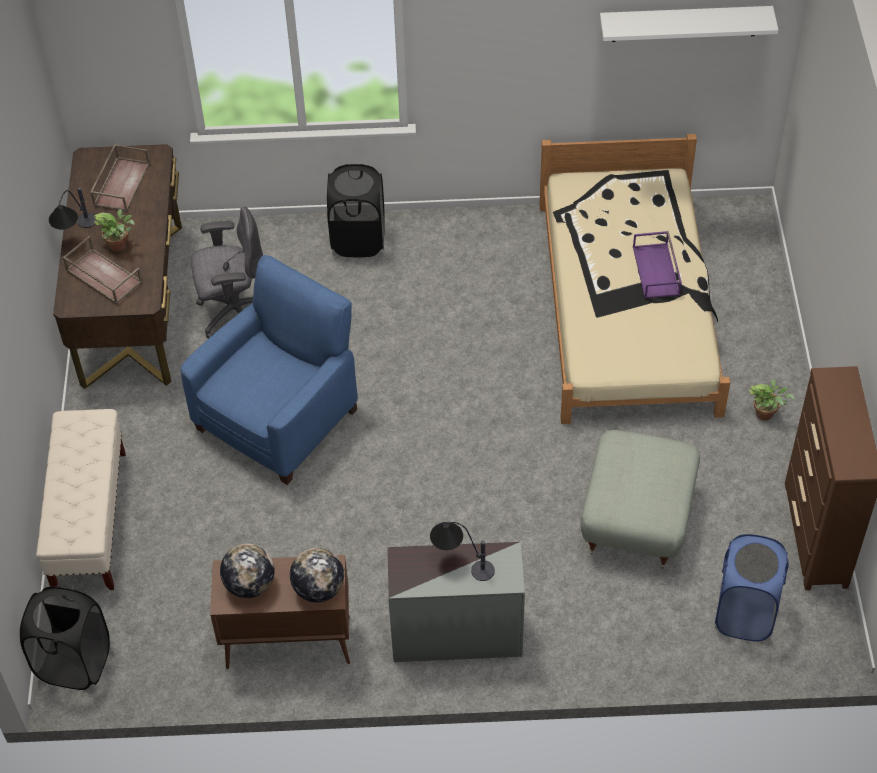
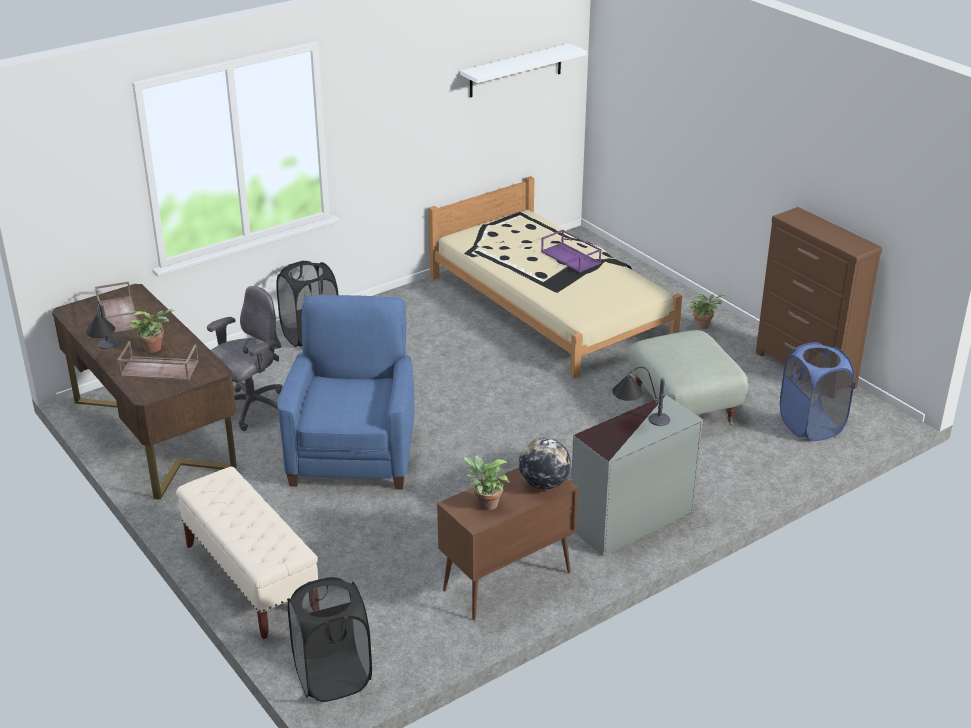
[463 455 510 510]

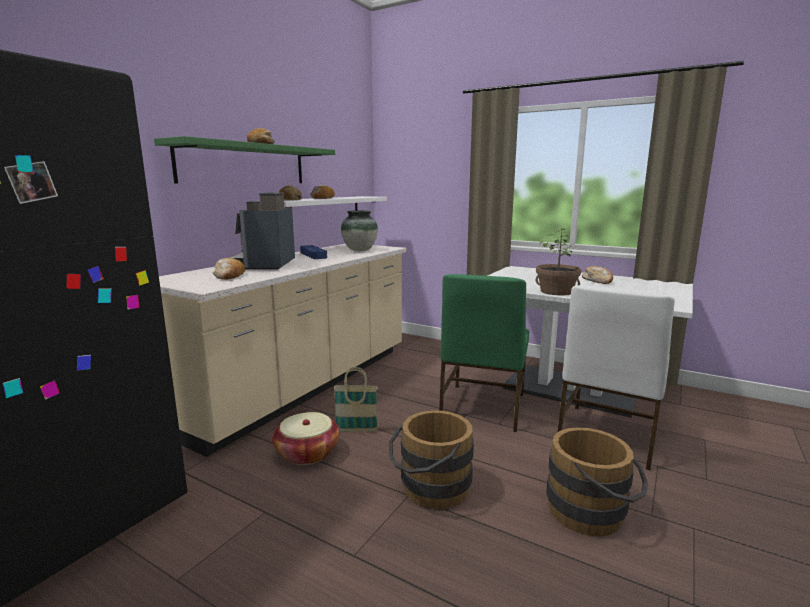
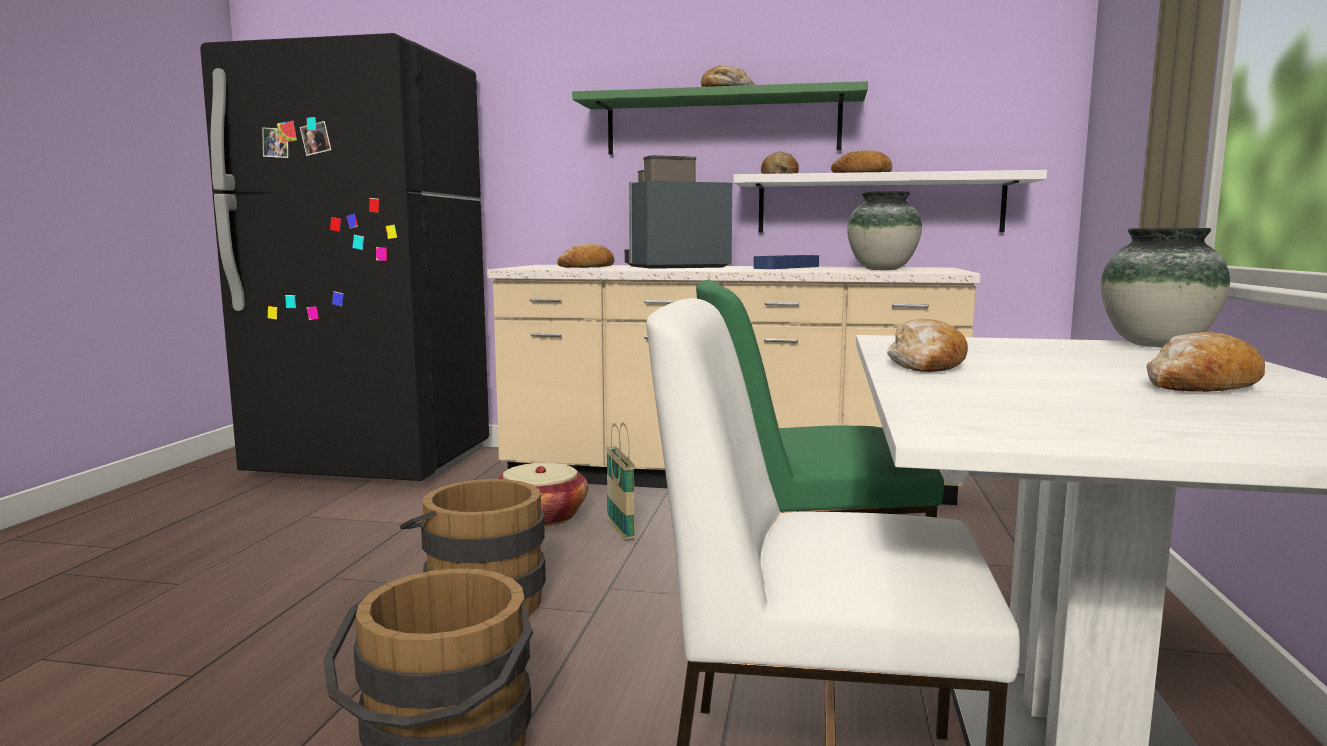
[887 319 968 372]
[1101 228 1230 347]

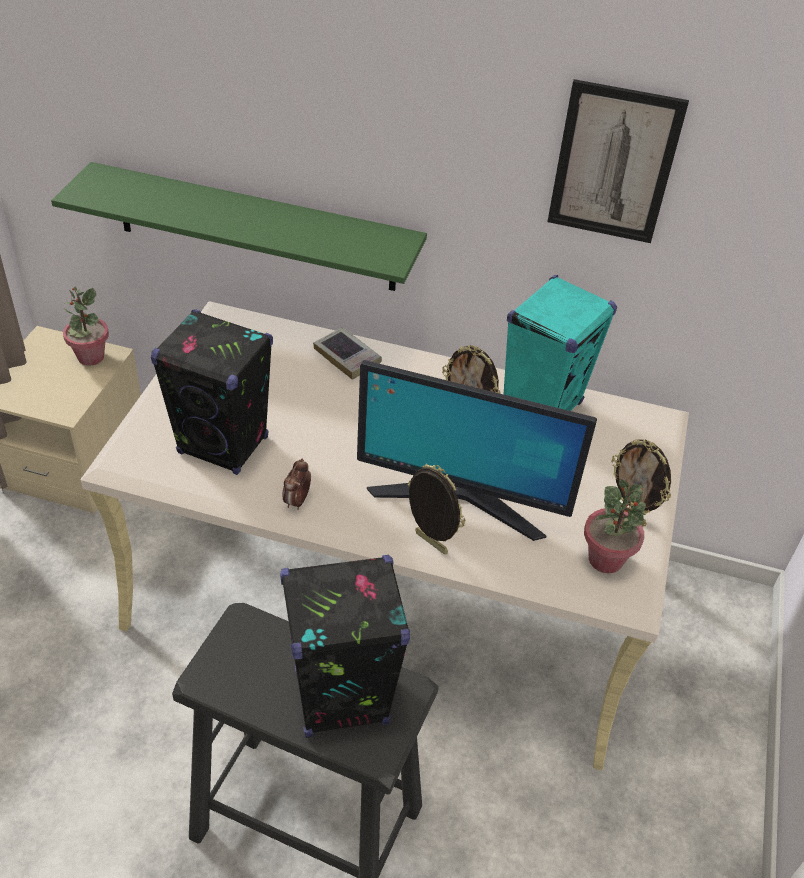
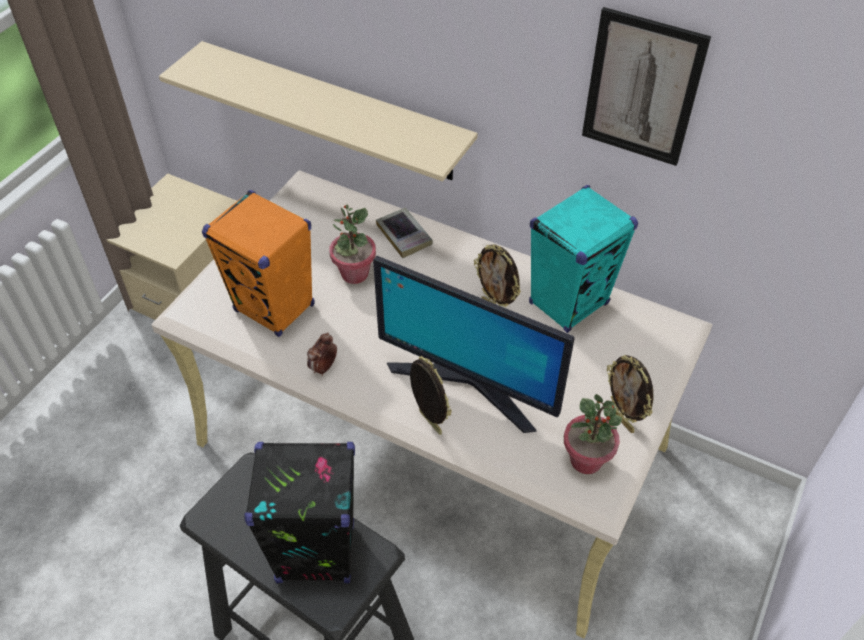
[159 41 478 181]
[329 204 376 284]
[202 190 315 337]

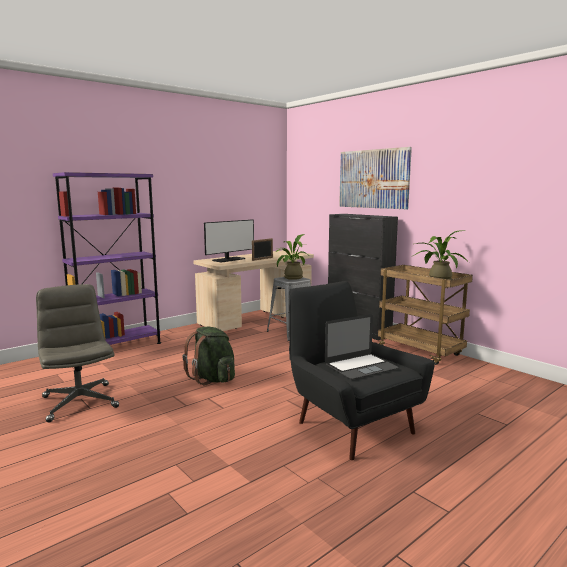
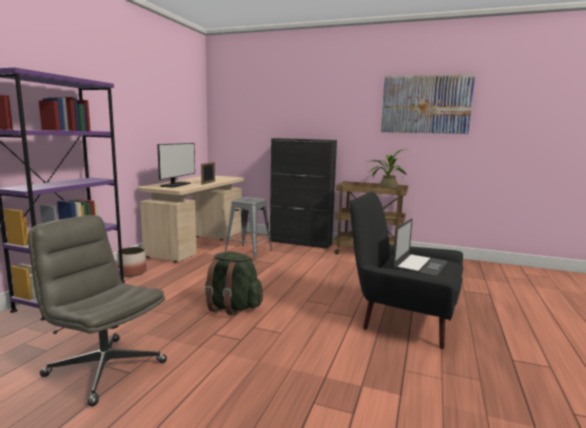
[381 74 475 134]
[275 234 308 280] (first image)
[117 247 146 277]

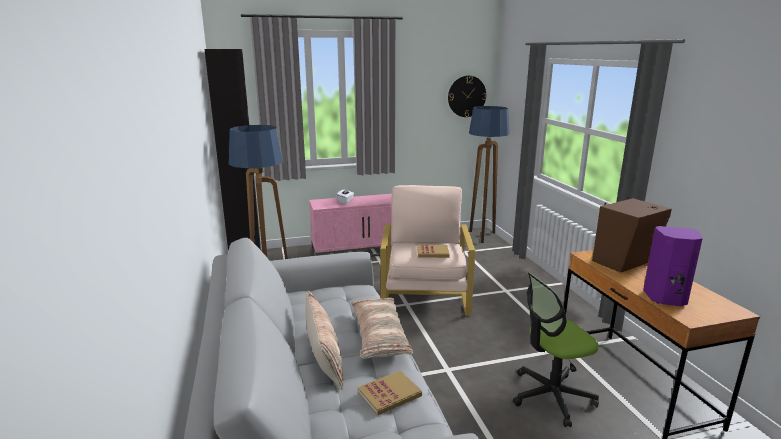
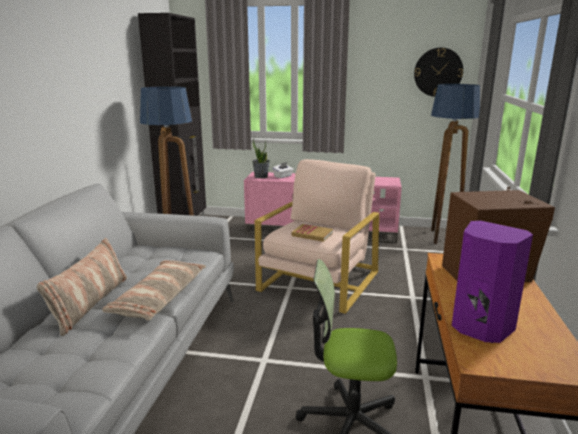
[358 371 422 416] (first image)
[252 139 270 178]

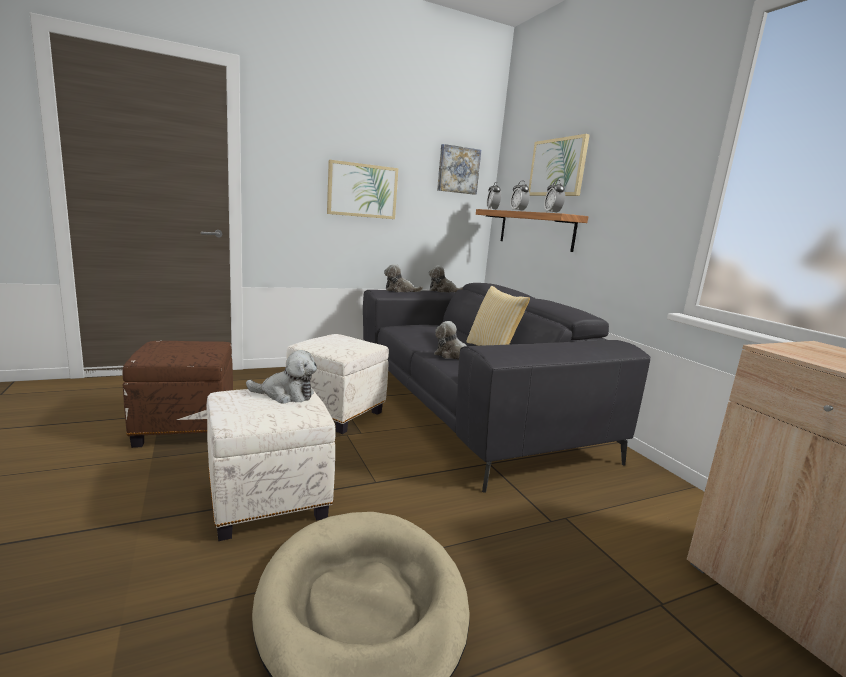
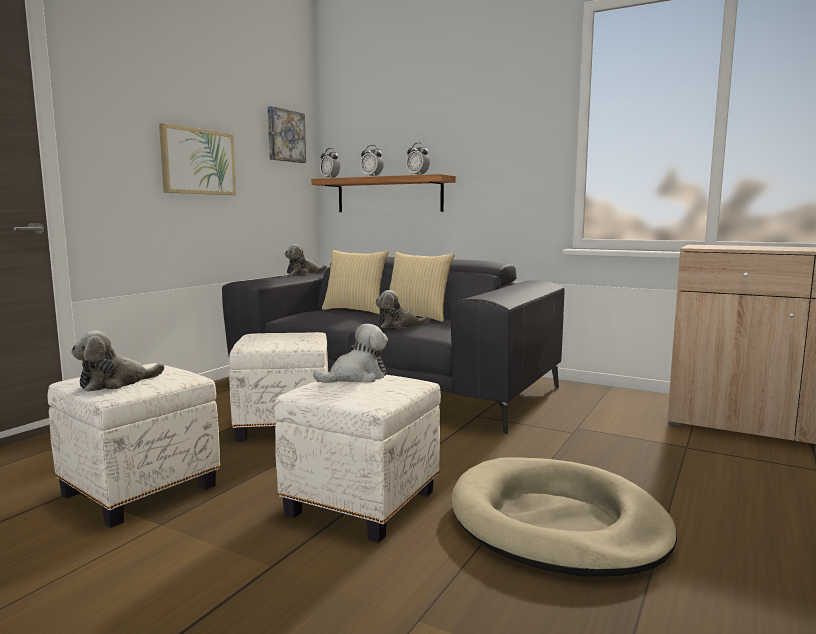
[529 134 590 196] (first image)
[71 330 165 392]
[48 363 220 528]
[322 250 389 314]

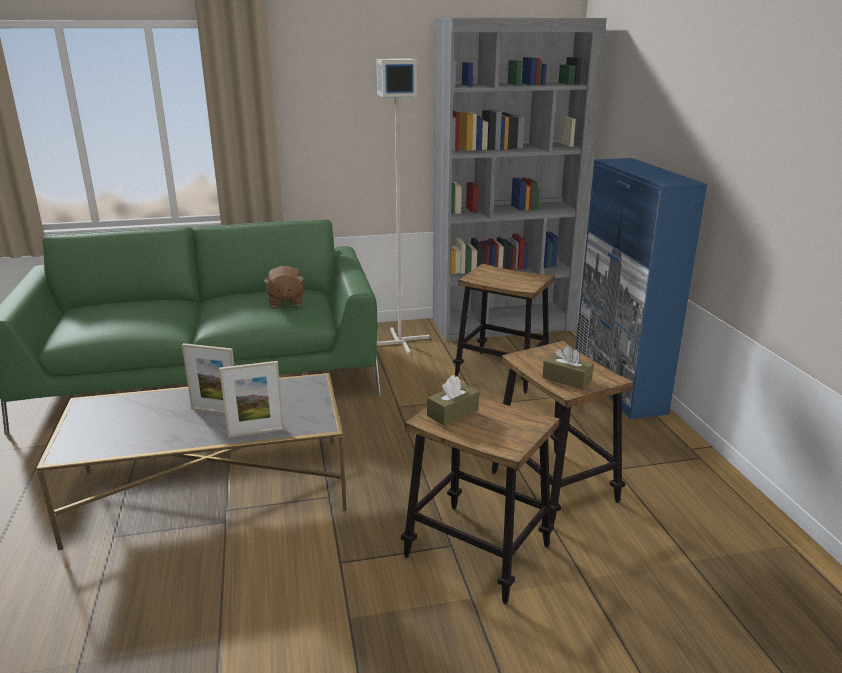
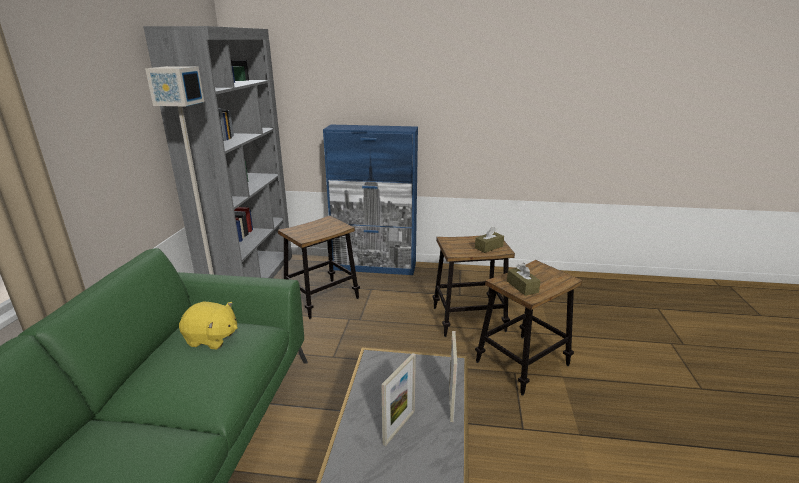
[179 302 238 350]

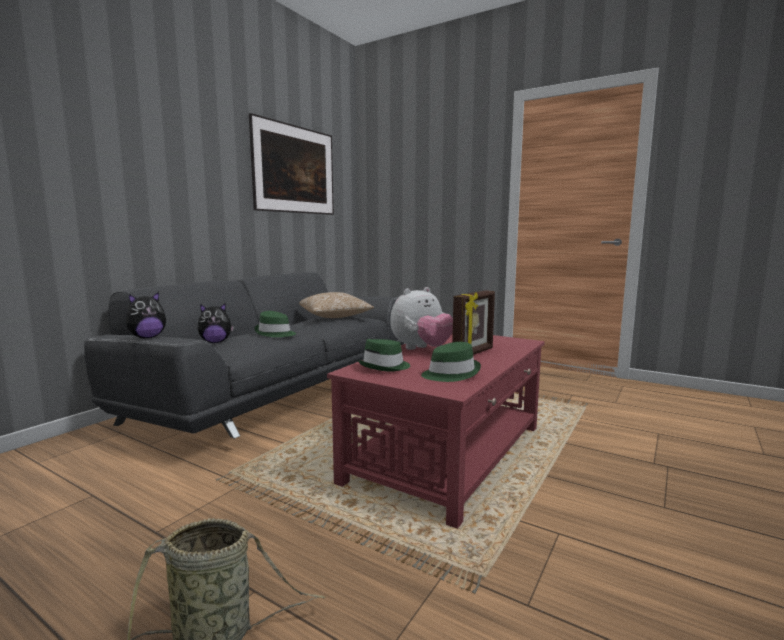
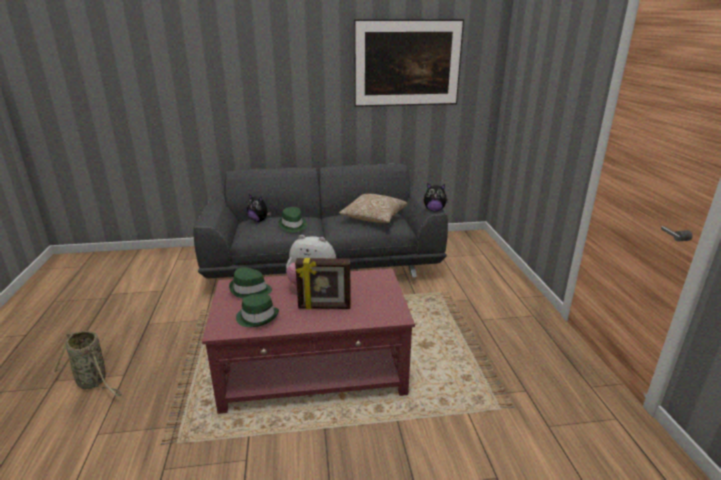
[424 184 448 211]

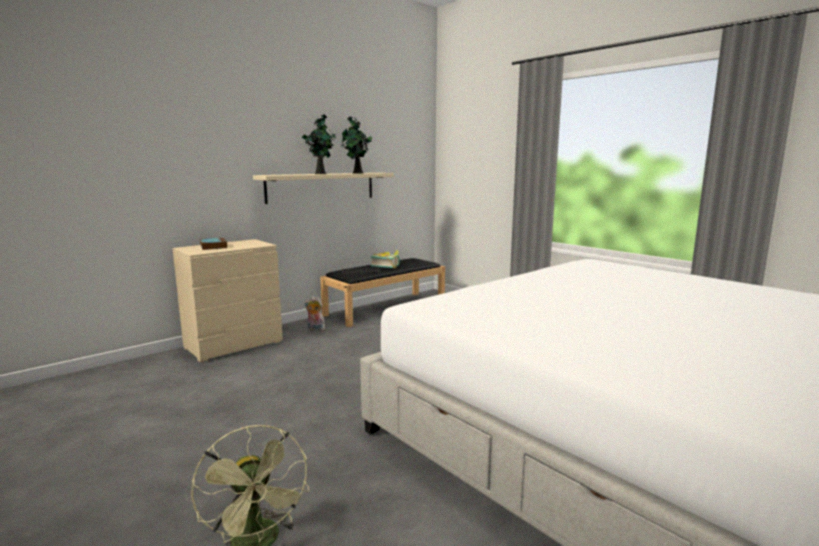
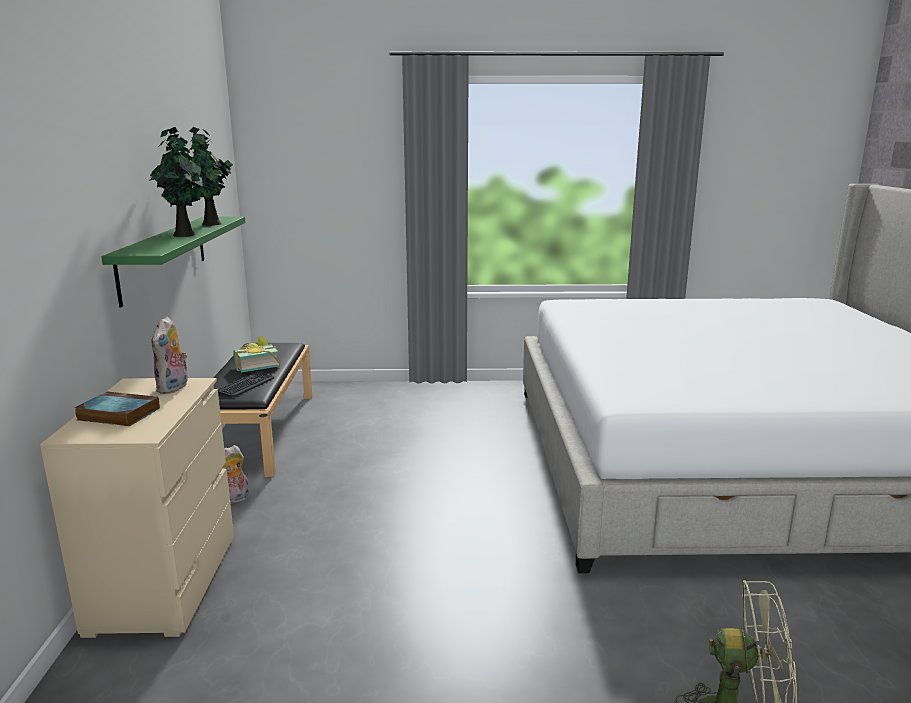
[102 217 246 307]
[151 316 188 394]

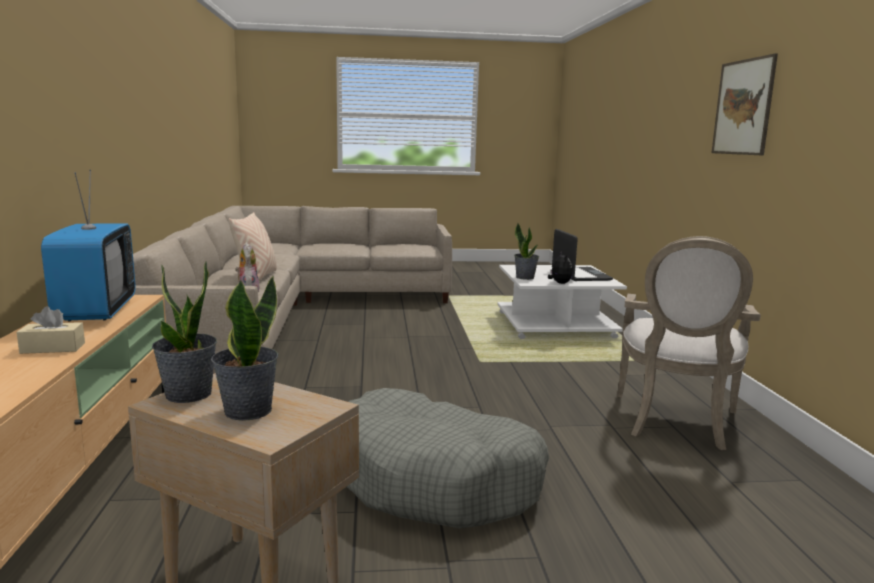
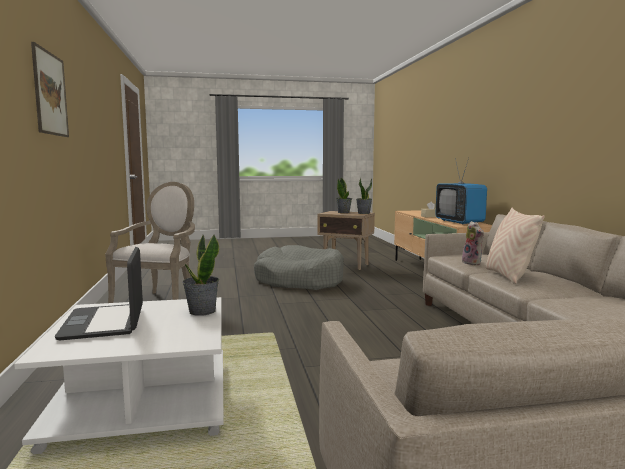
[548 252 573 284] (first image)

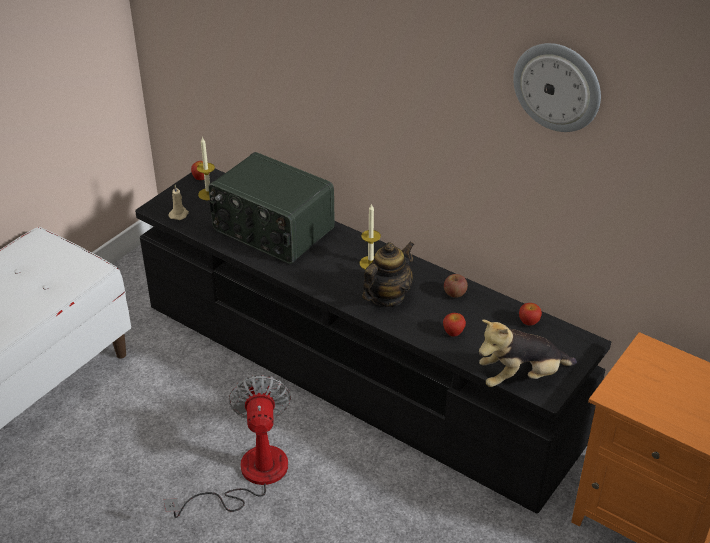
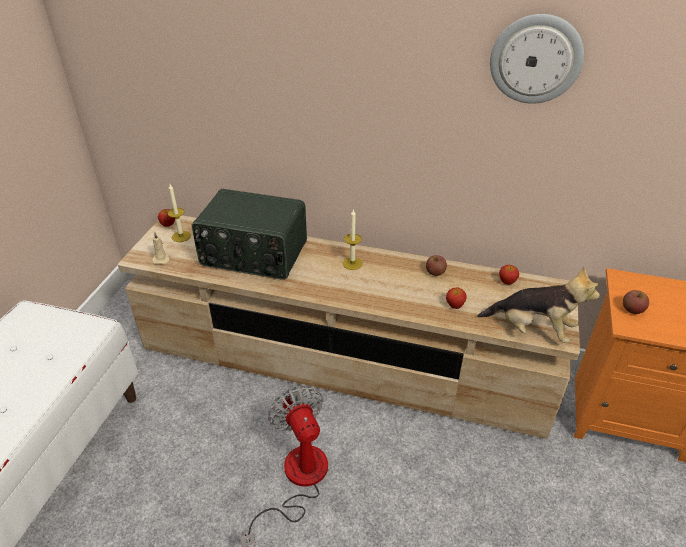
[118 215 580 439]
[362 242 415 307] (first image)
[477 266 600 343]
[623 290 649 314]

